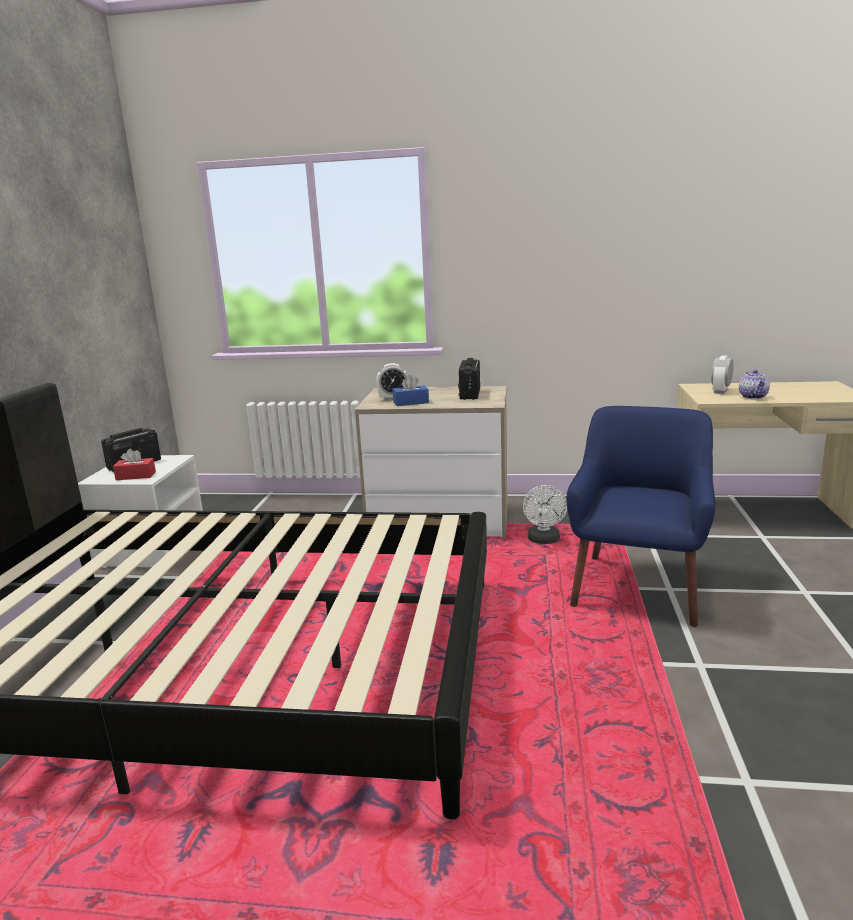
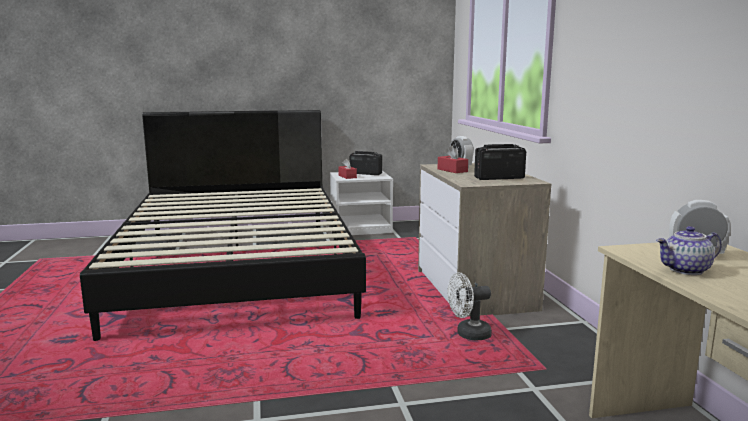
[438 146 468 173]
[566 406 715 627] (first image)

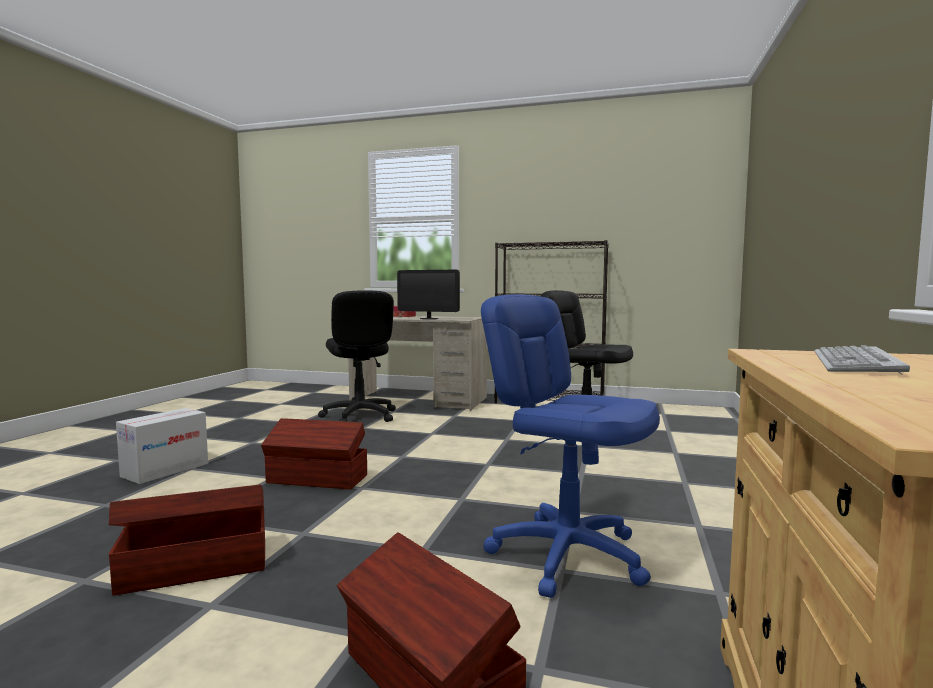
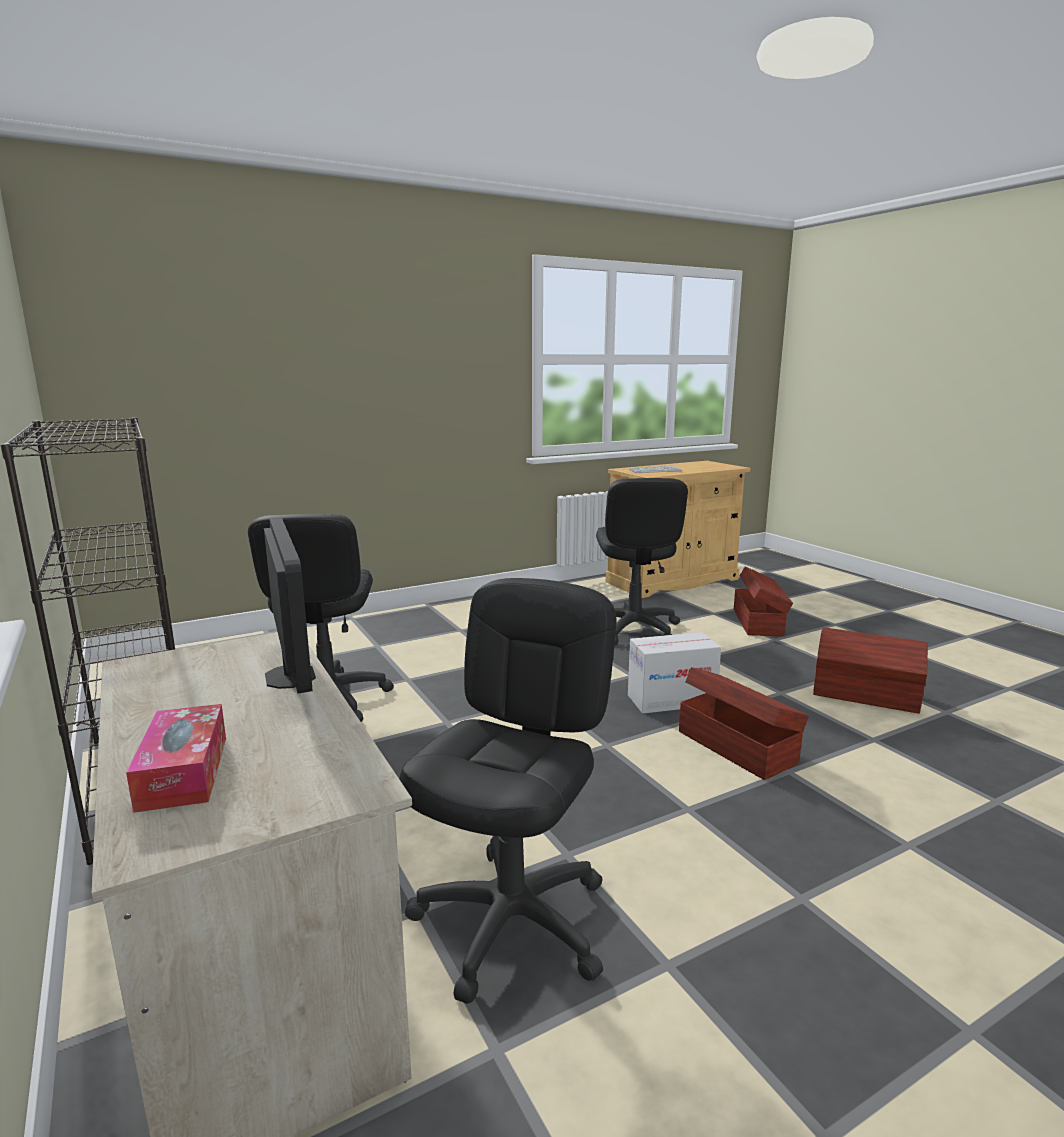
[596 478 688 645]
[628 632 721 714]

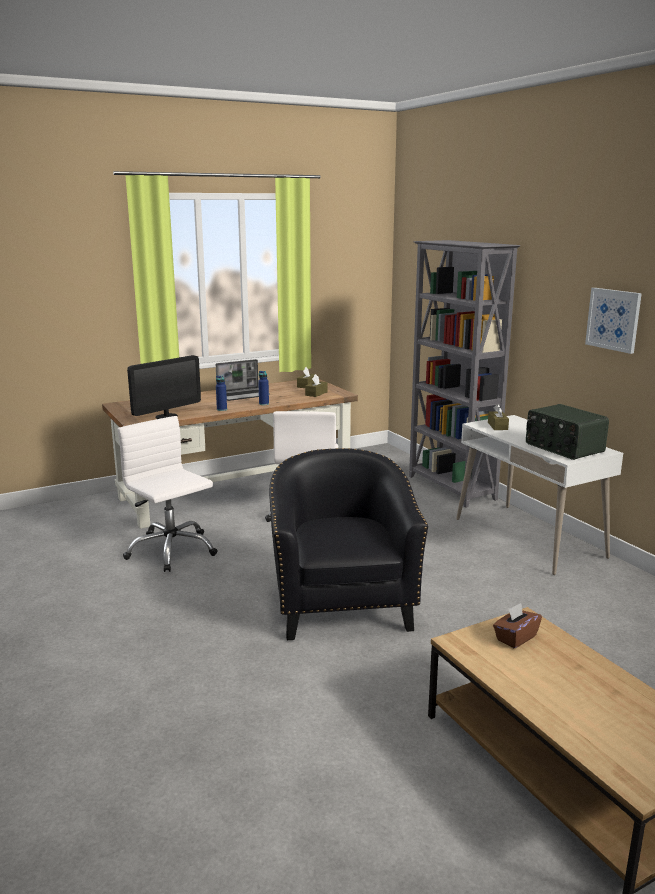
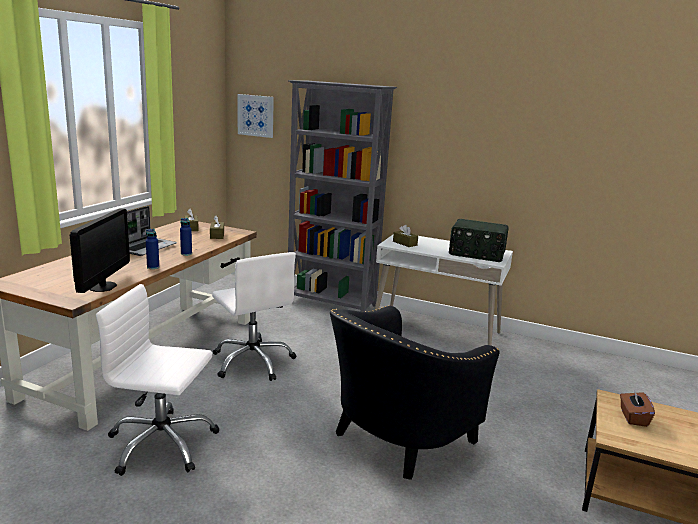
[238 94 274 138]
[330 305 500 480]

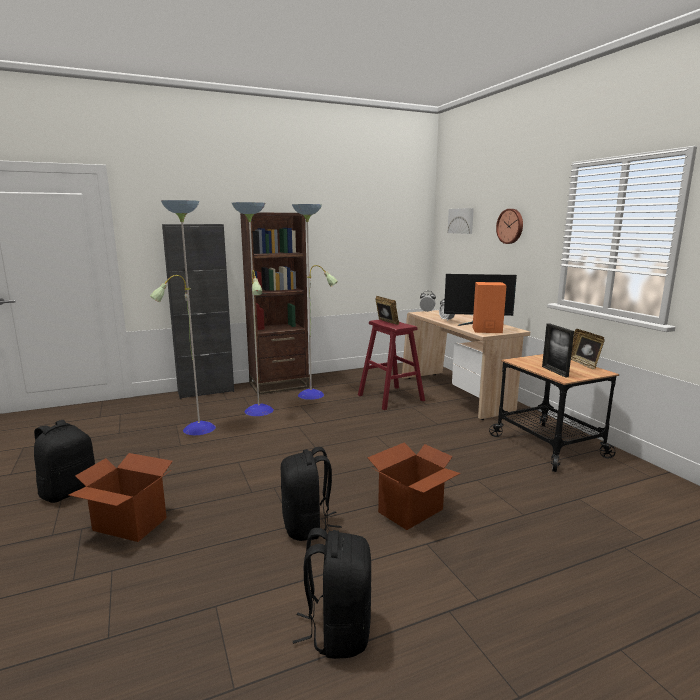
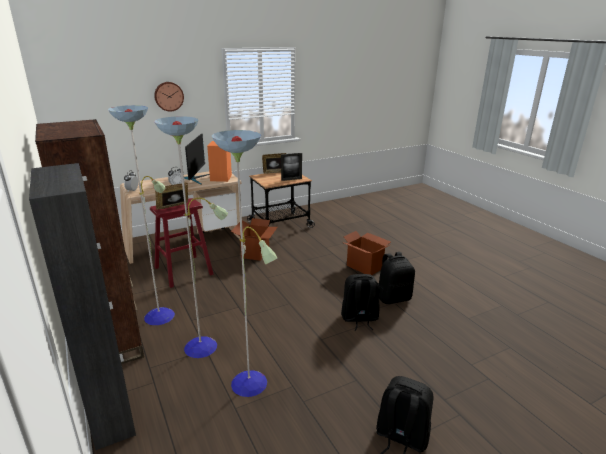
[448 208 474 234] (first image)
[231 218 278 261]
[341 274 380 331]

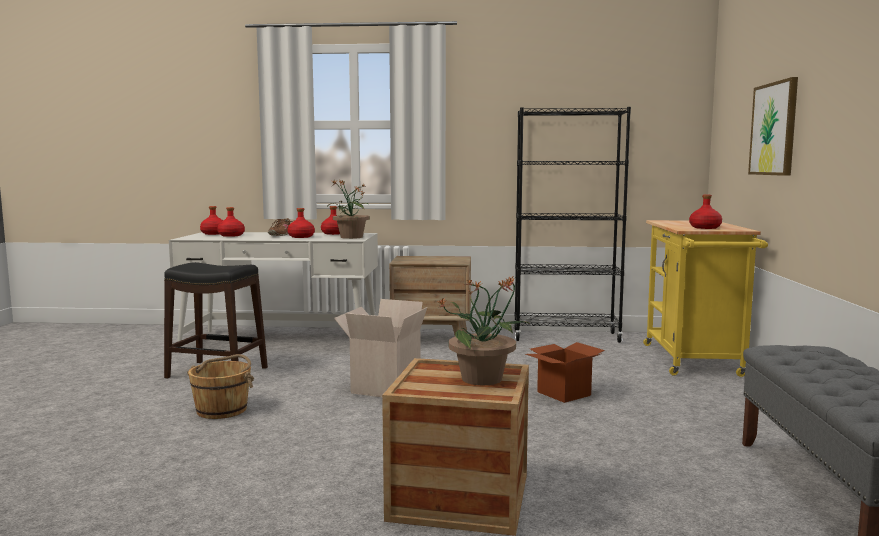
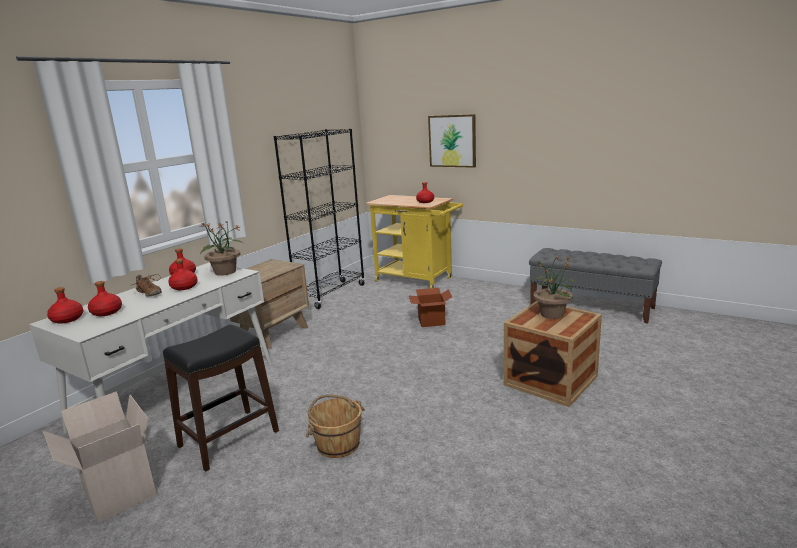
[43 391 157 522]

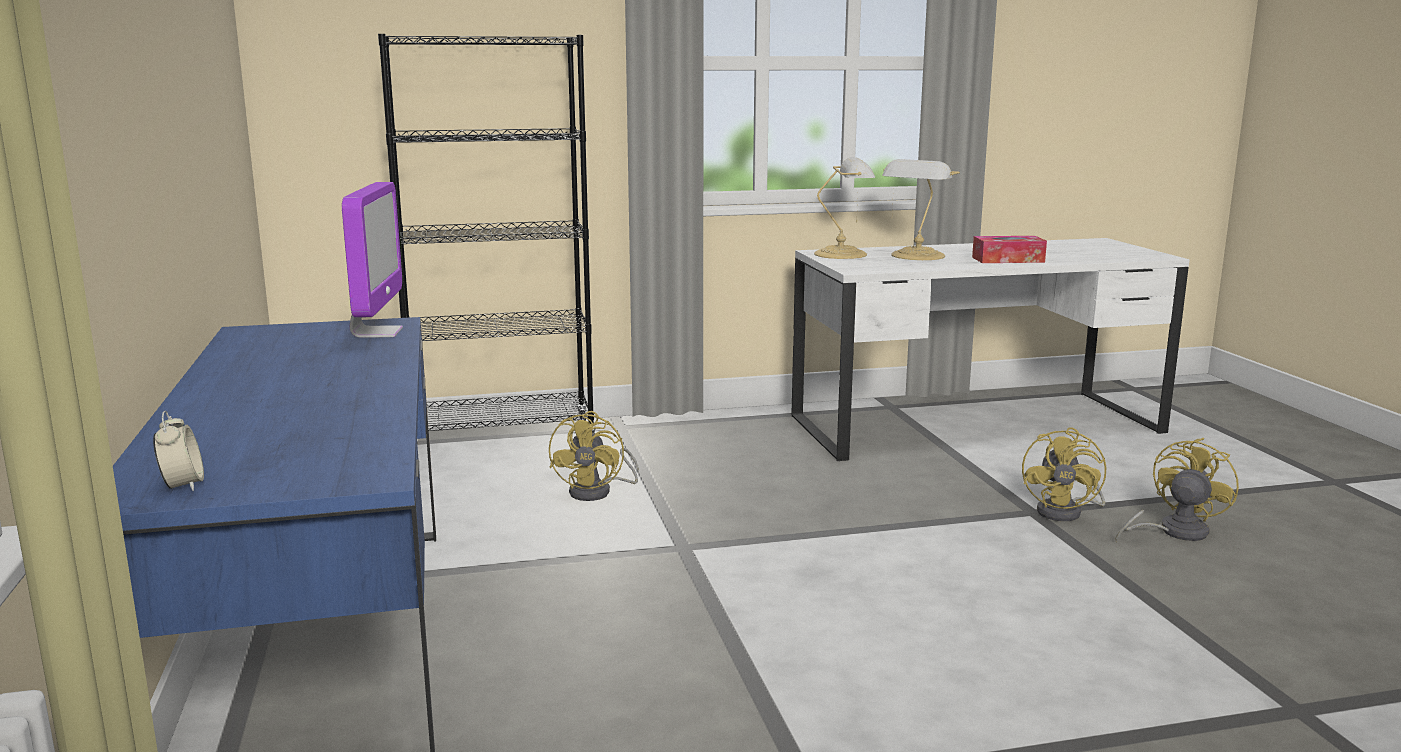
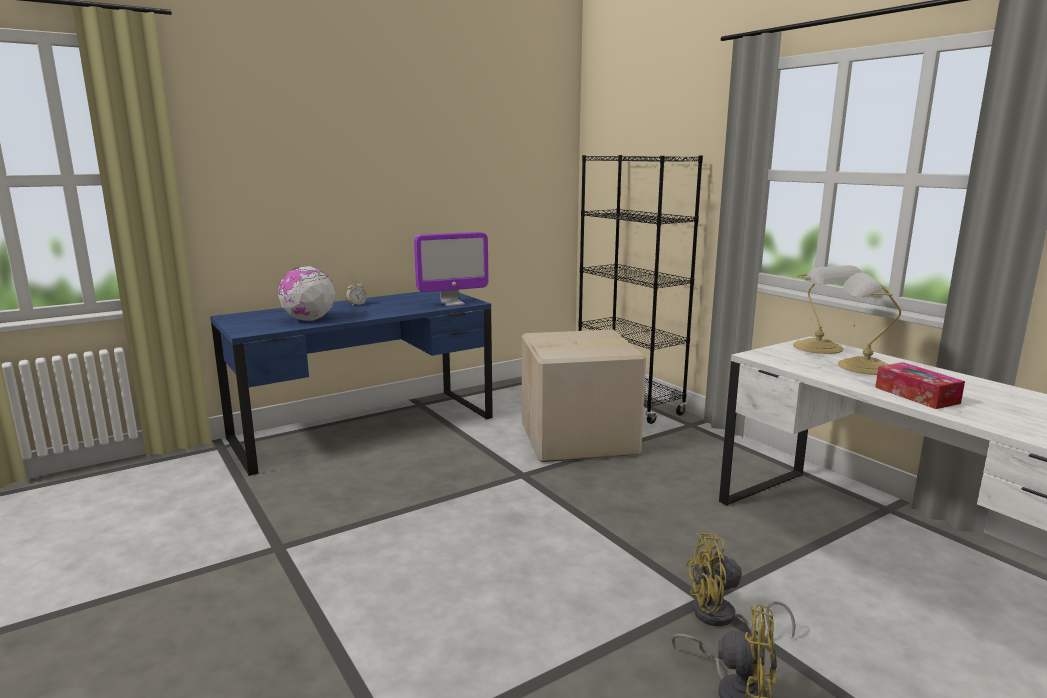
[346 280 367 306]
[522 329 646 462]
[278 266 336 321]

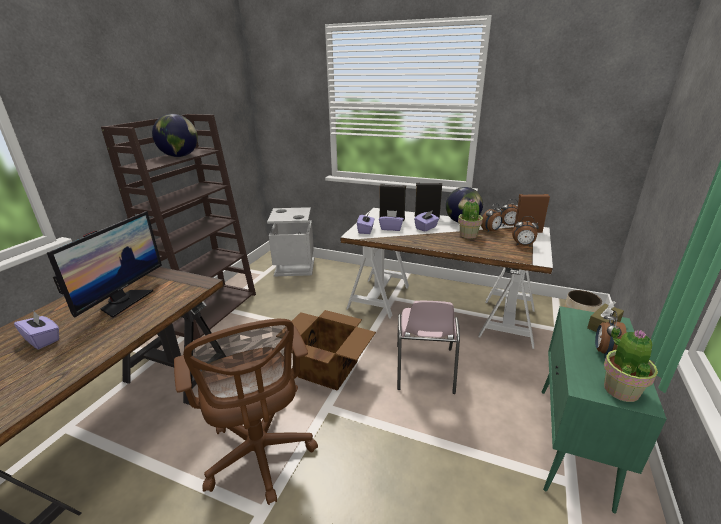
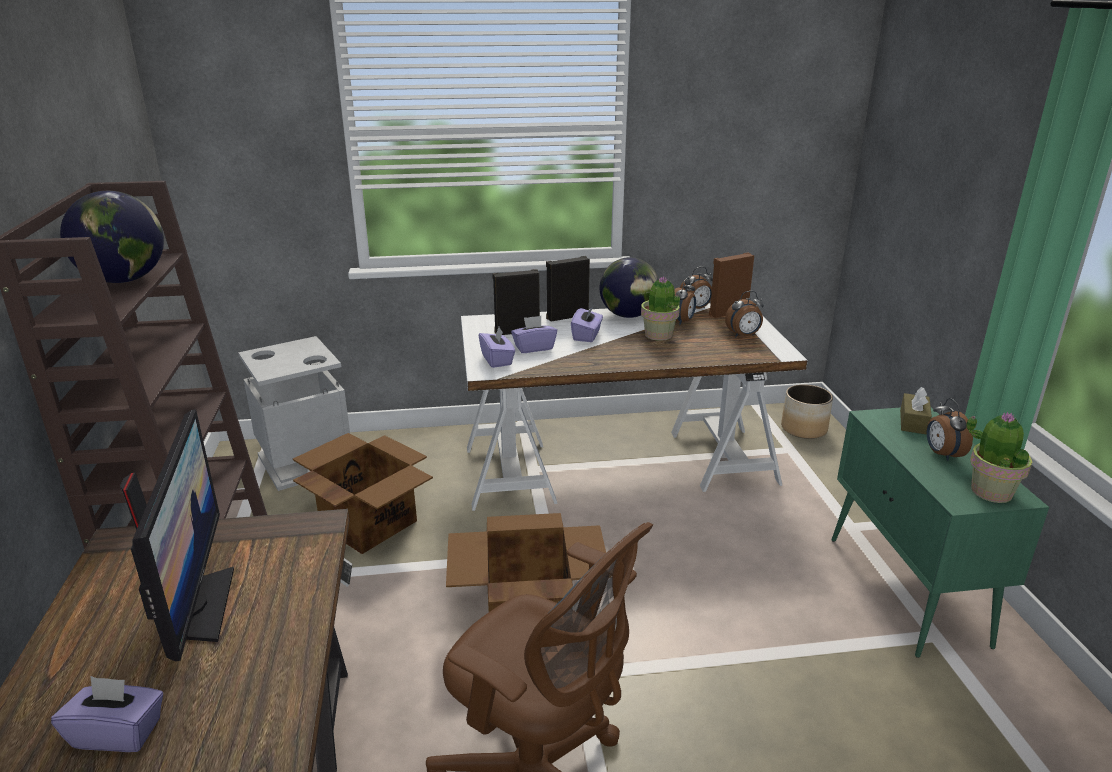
[397 301 460 394] (first image)
[293 433 433 554]

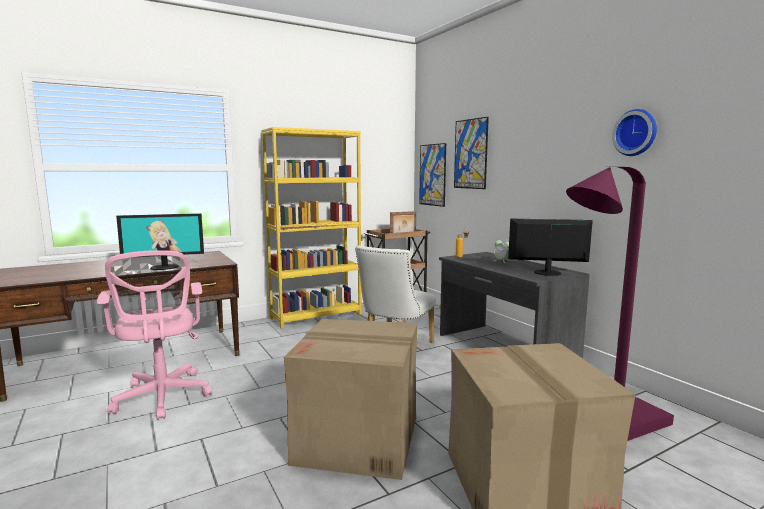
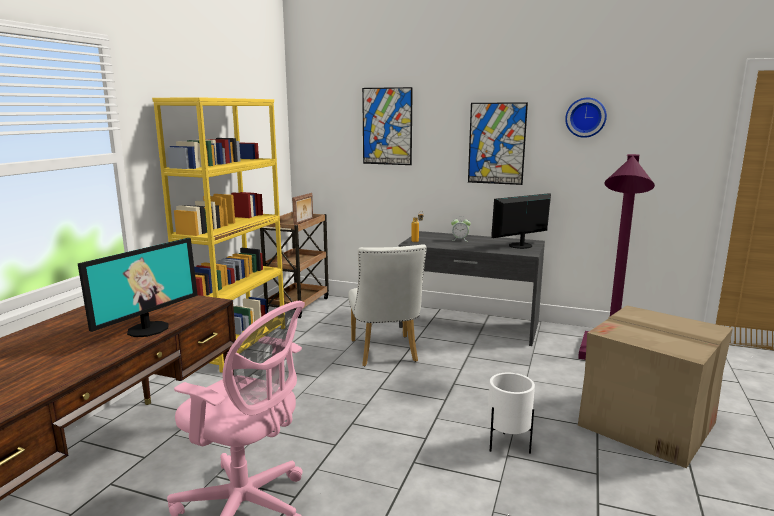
[468 103 528 185]
[488 373 535 454]

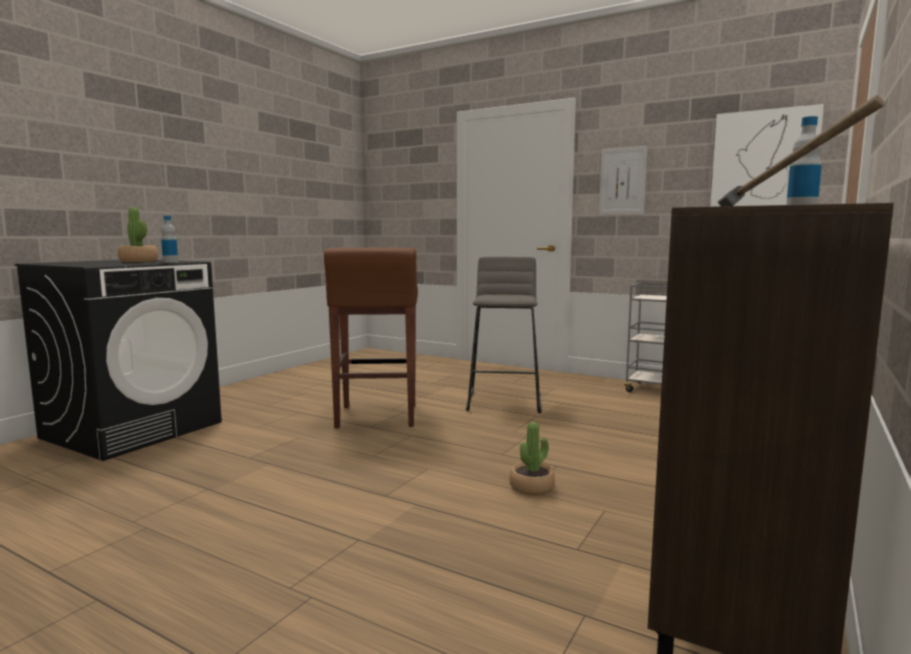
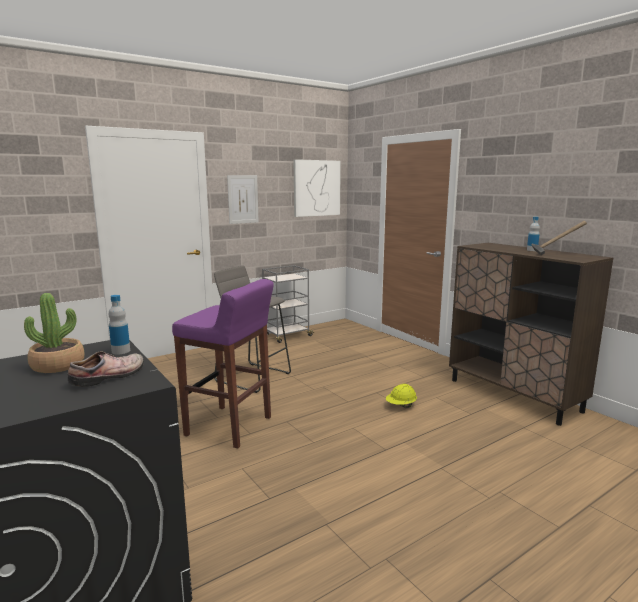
[172 279 274 448]
[386 384 417 408]
[68 351 144 387]

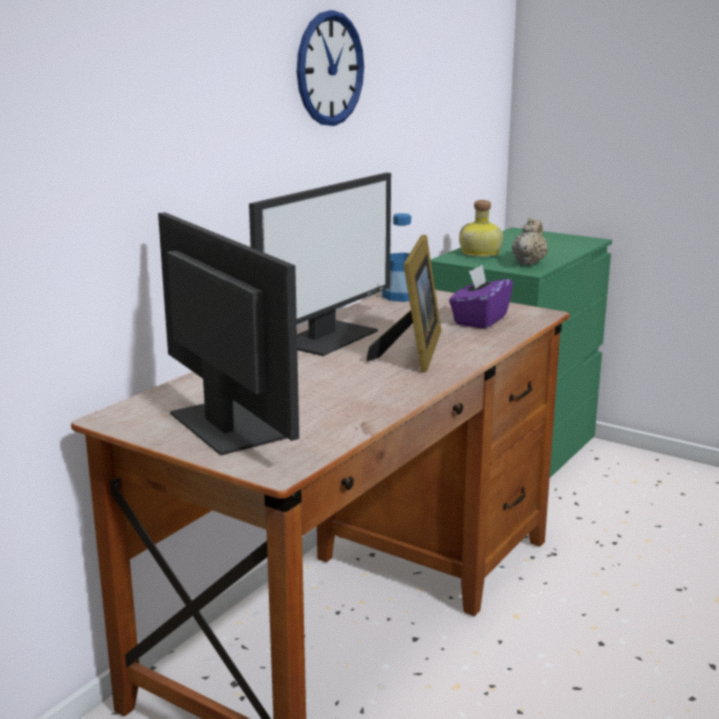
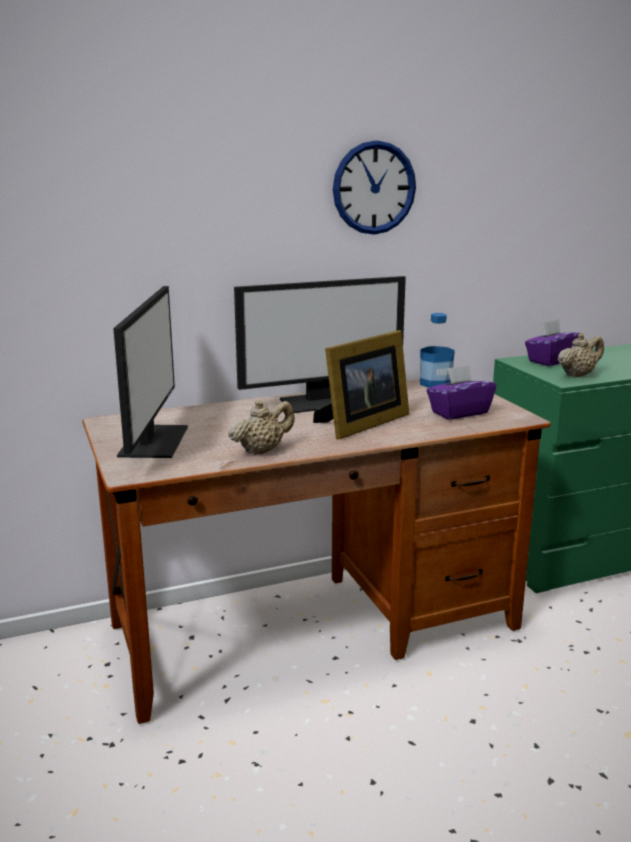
[525 319 580 366]
[228 400 295 455]

